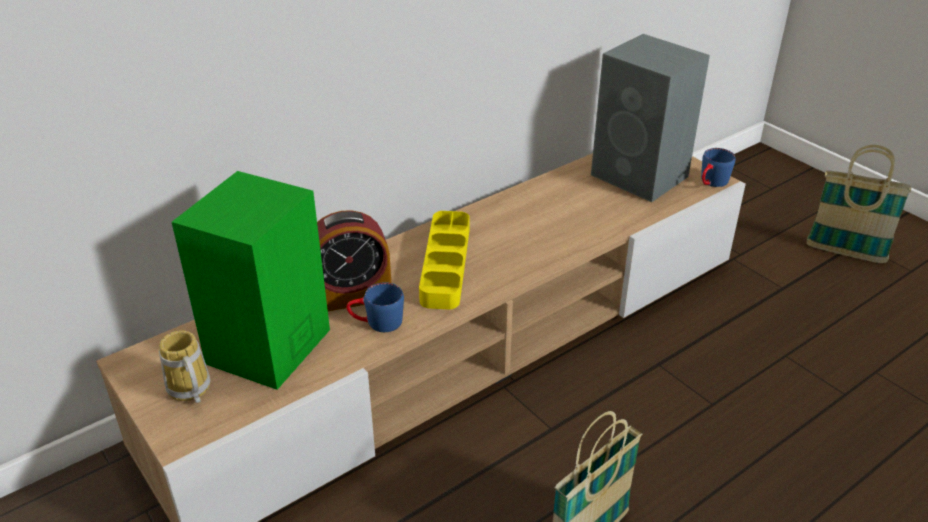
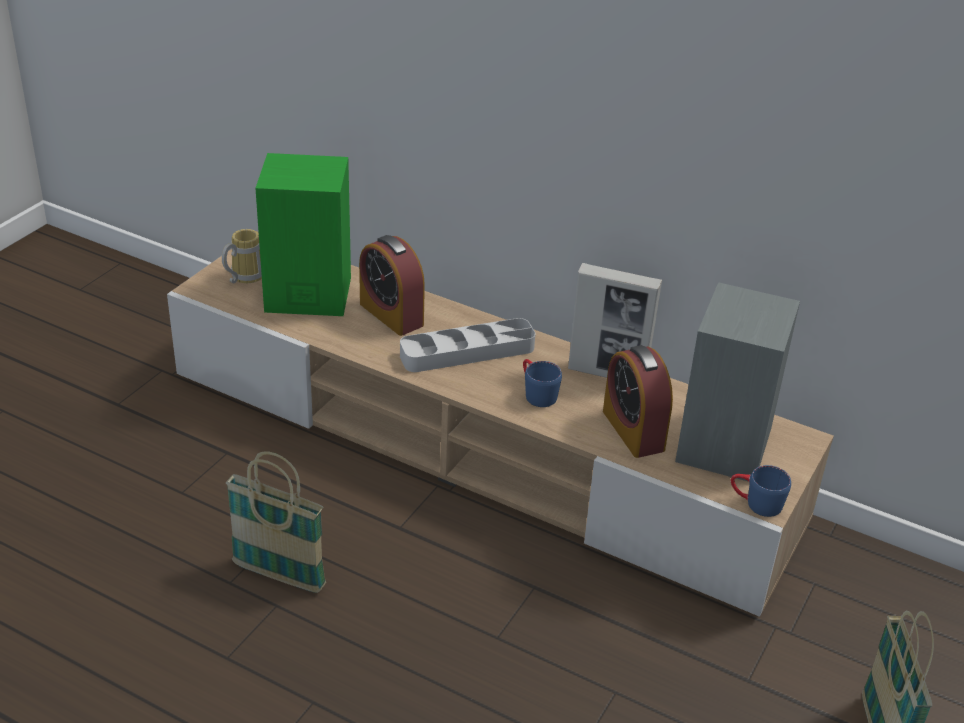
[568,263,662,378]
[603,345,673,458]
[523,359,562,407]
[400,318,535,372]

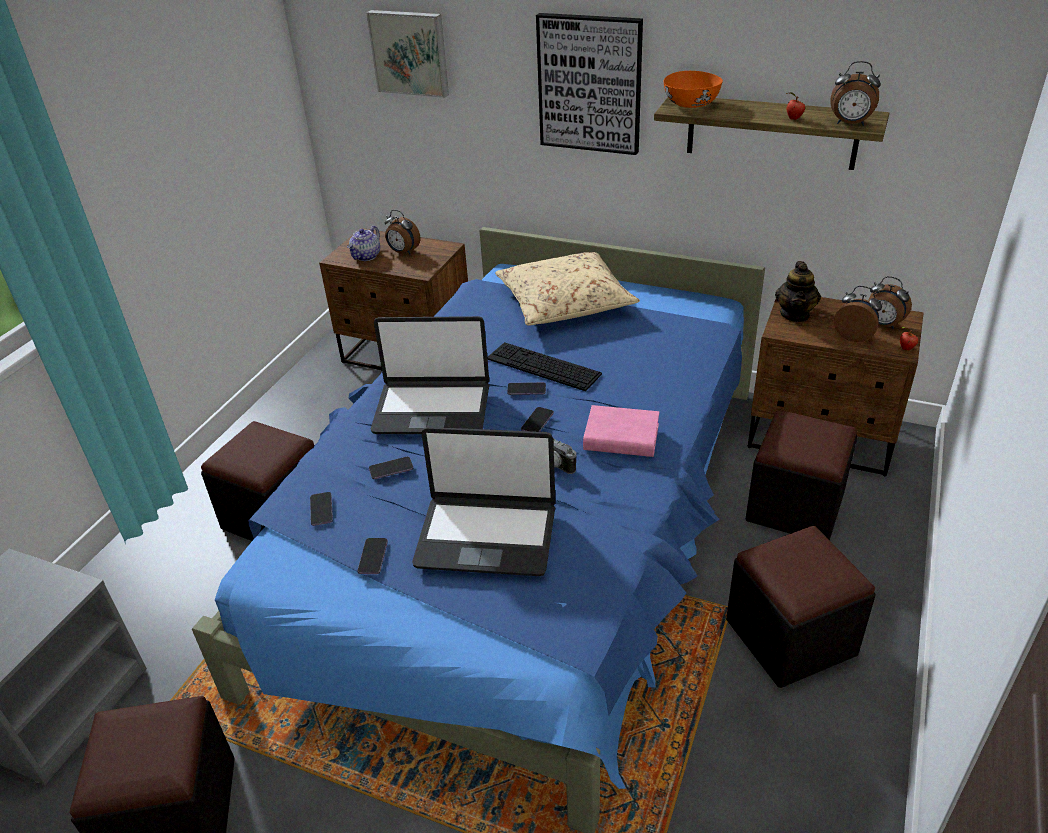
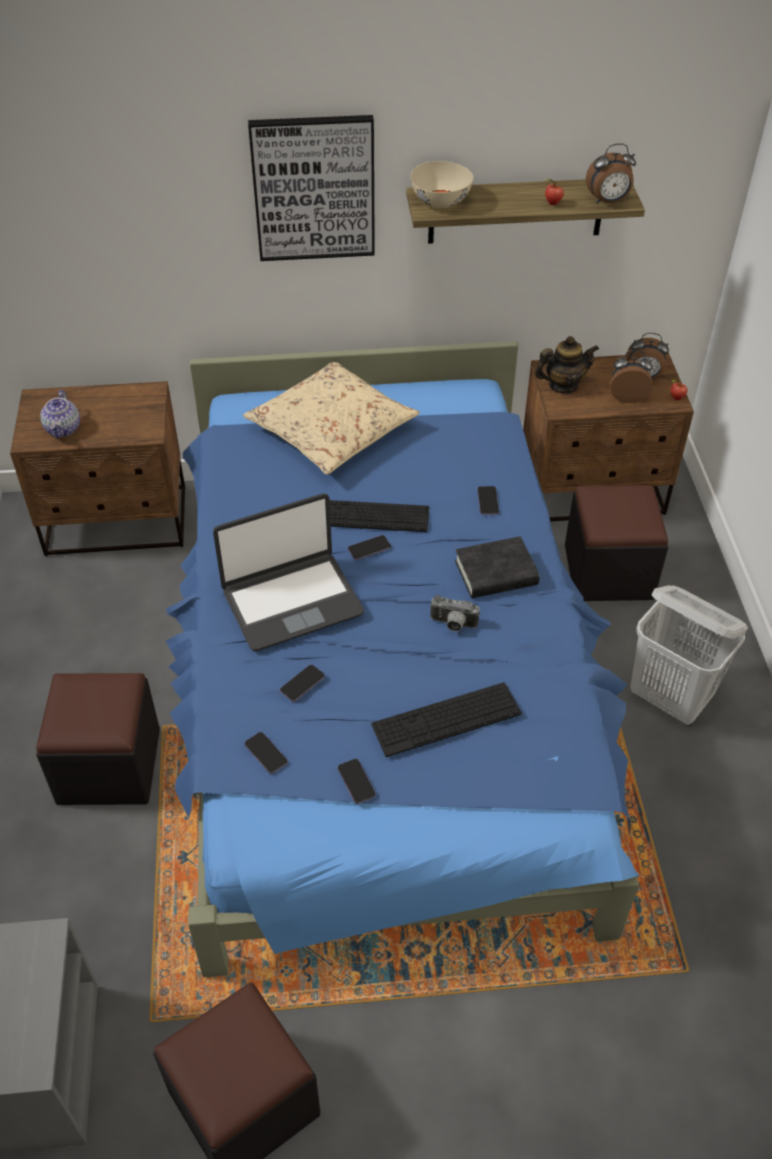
[366,10,449,98] (first image)
[385,210,420,254] (first image)
[477,486,499,515]
[371,682,522,757]
[630,585,748,726]
[455,536,540,598]
[411,161,473,208]
[534,336,599,394]

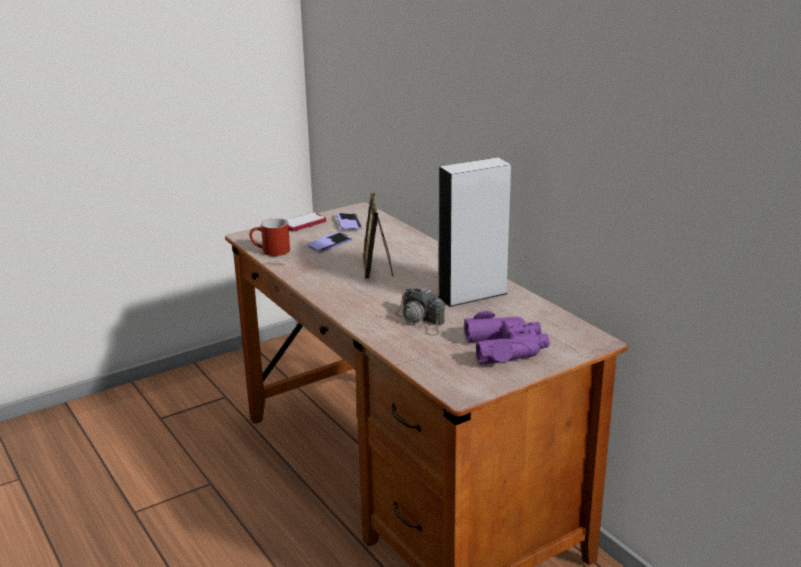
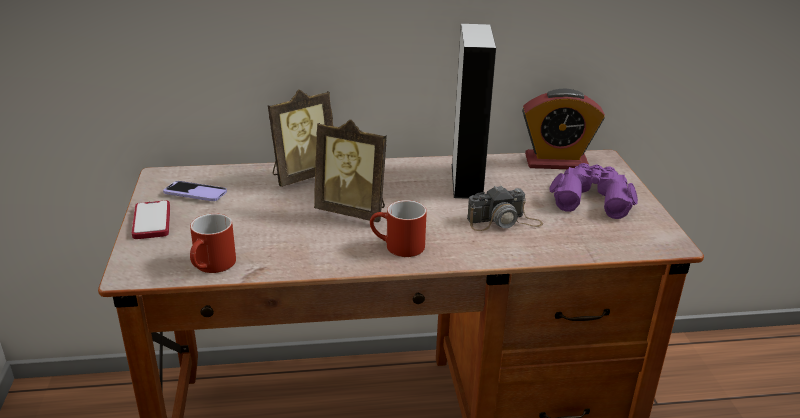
[307,232,352,253] (first image)
[268,89,333,187]
[370,200,427,257]
[522,88,605,169]

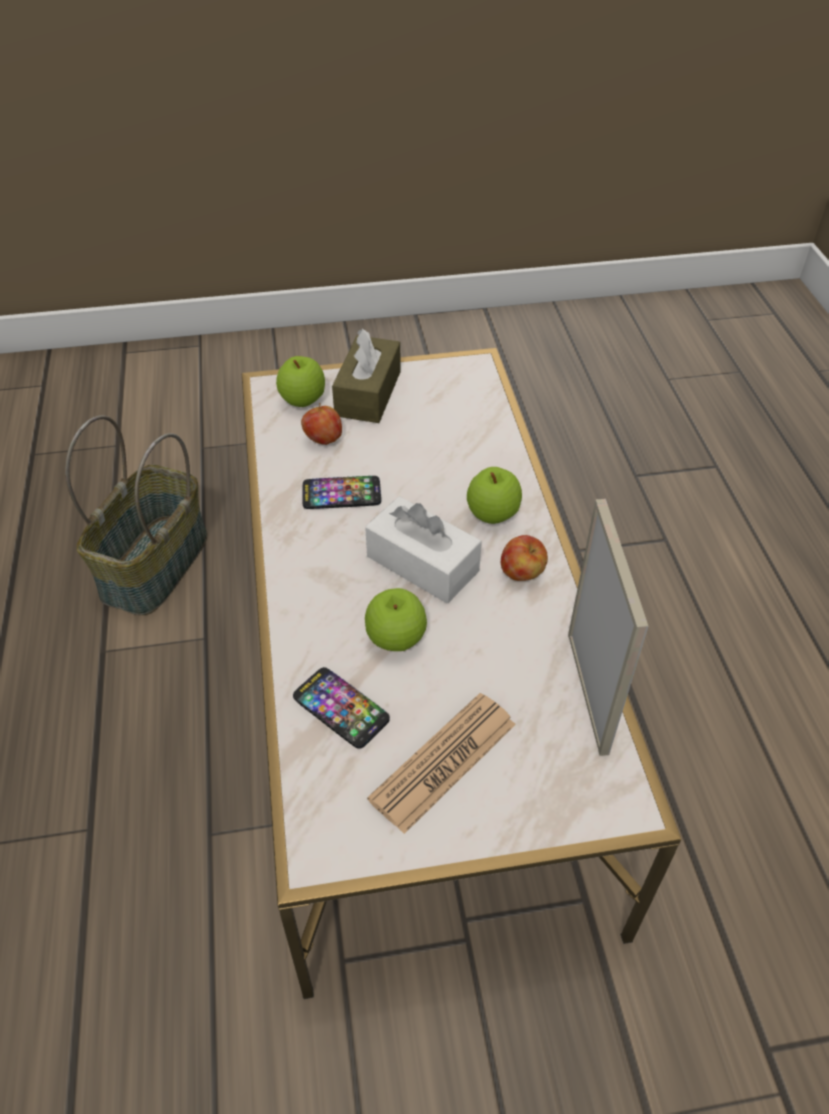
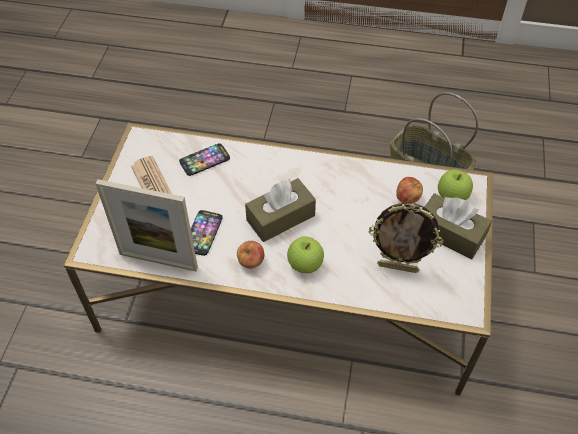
[365,588,427,651] (first image)
[369,202,443,273]
[191,210,223,256]
[245,178,316,242]

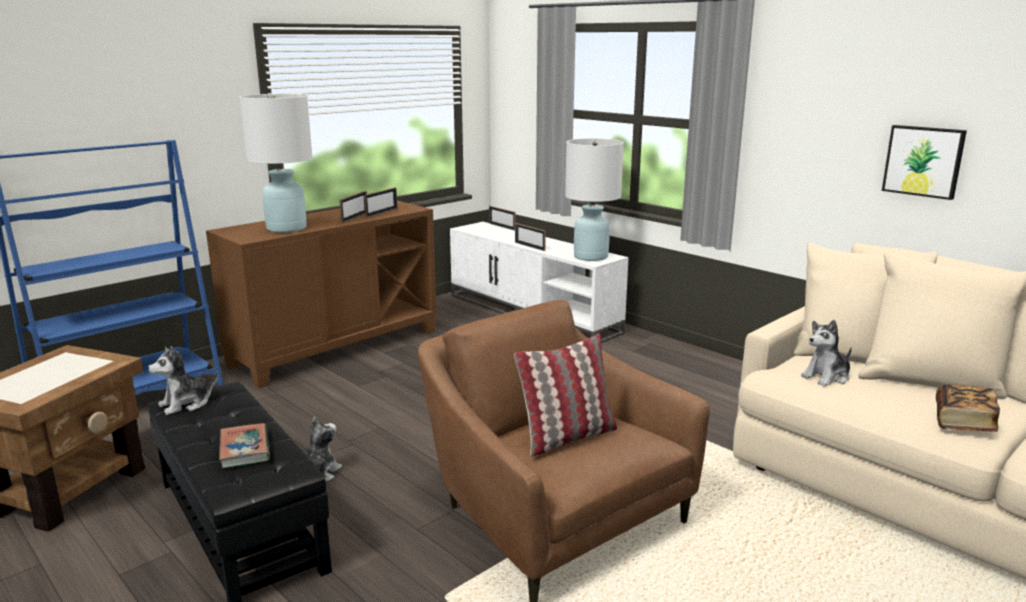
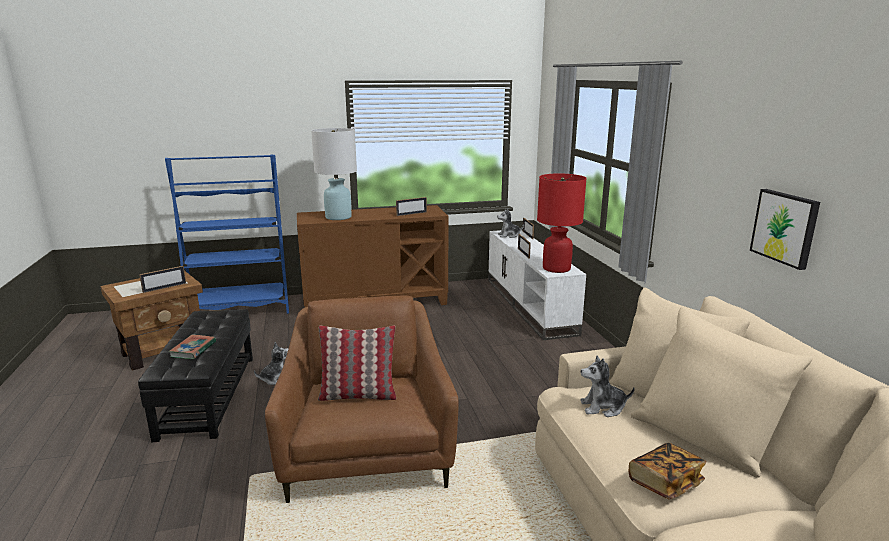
[497,208,524,238]
[139,266,186,293]
[537,173,587,273]

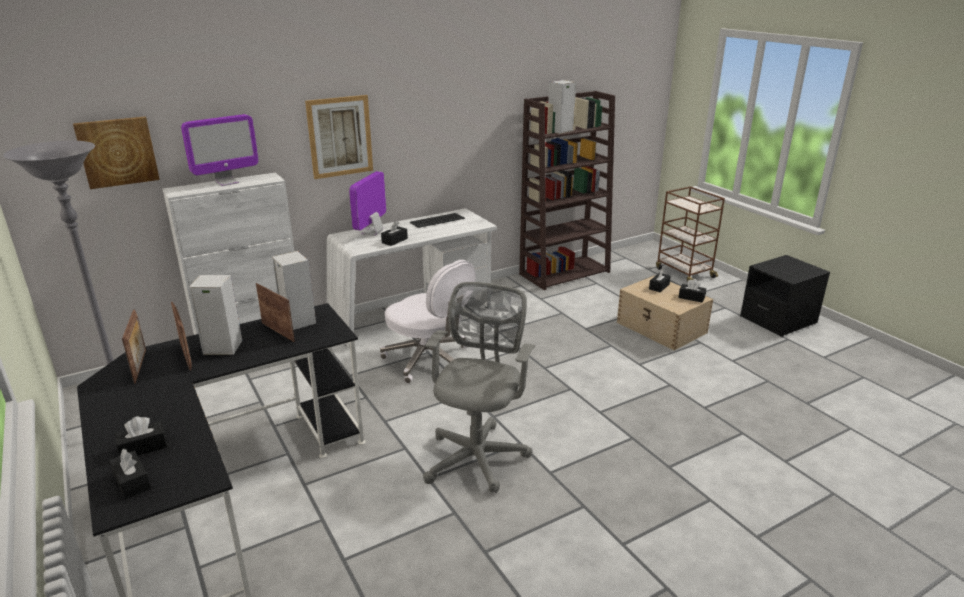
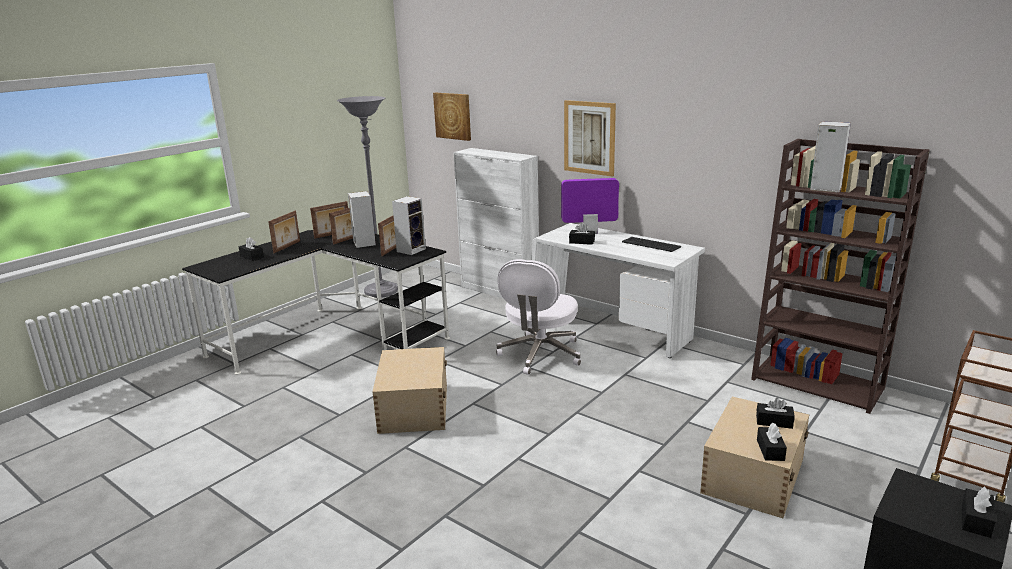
[181,114,259,186] (first image)
[268,211,300,253]
[962,487,996,538]
[372,347,447,434]

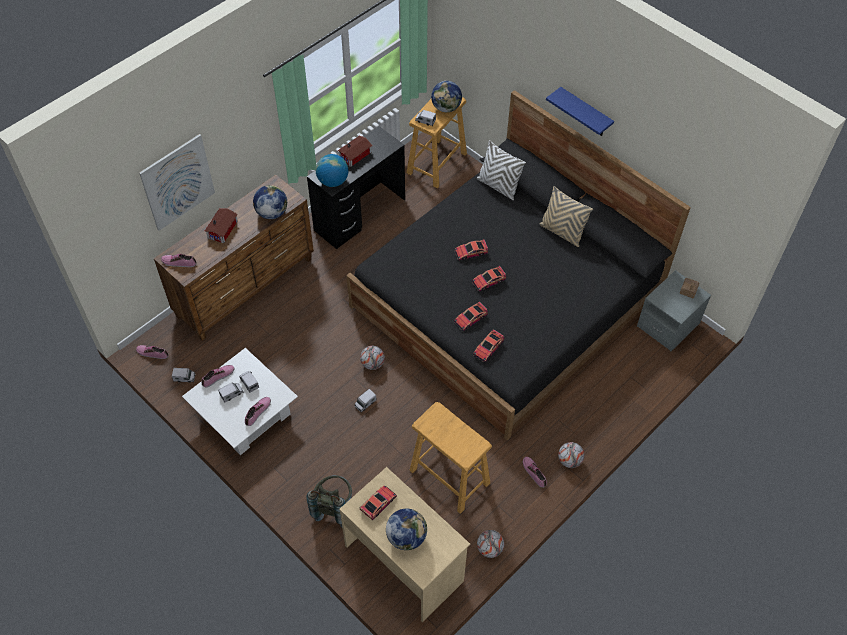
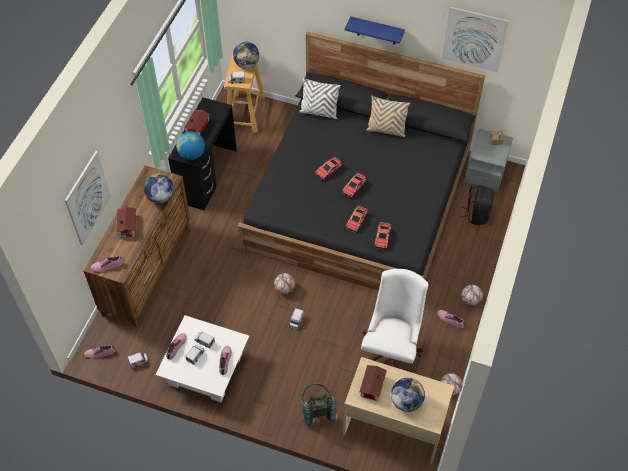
[442,7,509,72]
[460,184,494,225]
[359,365,387,401]
[361,269,428,368]

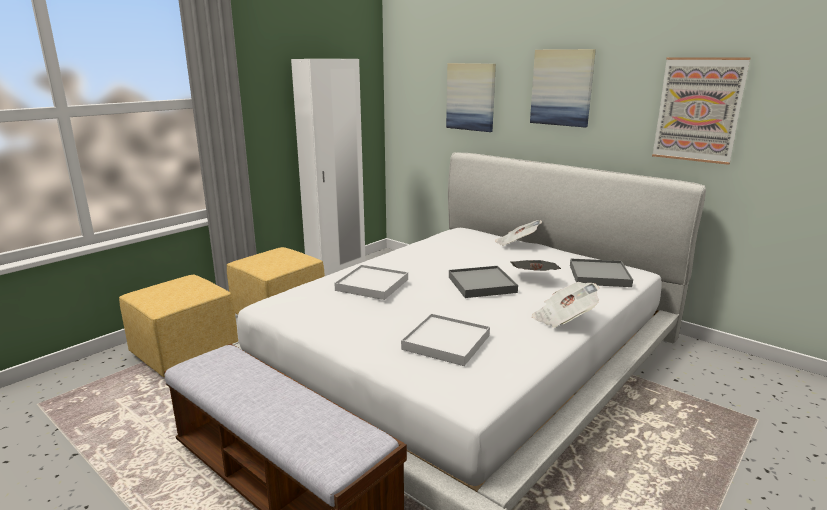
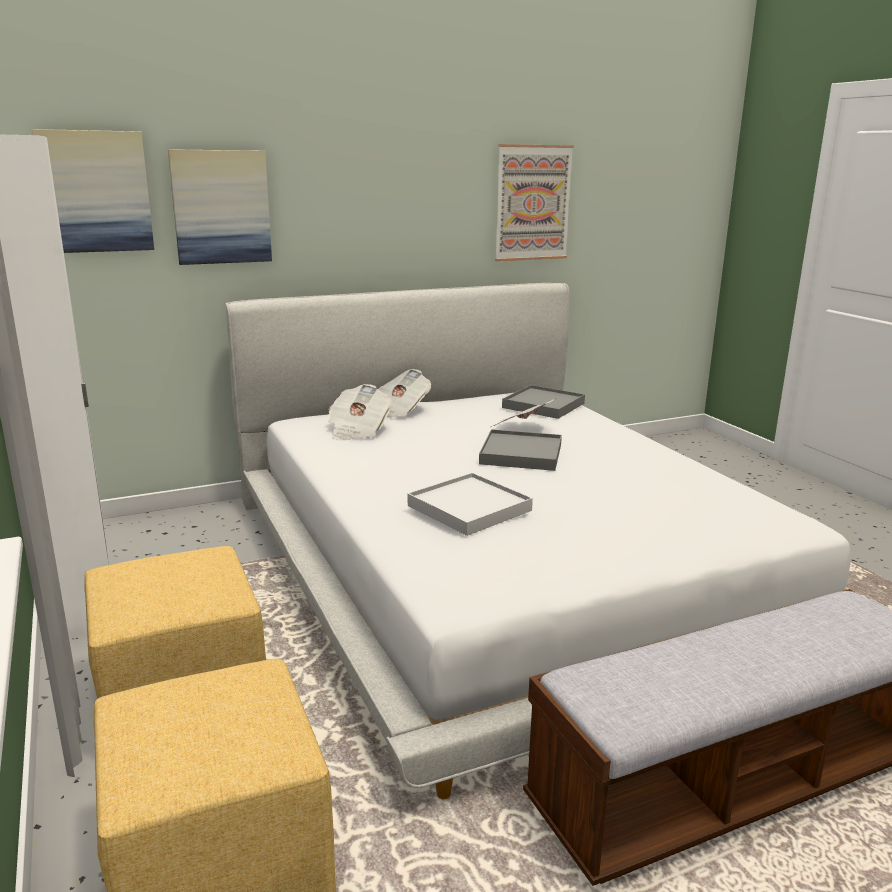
[401,313,490,366] (first image)
[32,129,154,253]
[328,384,393,441]

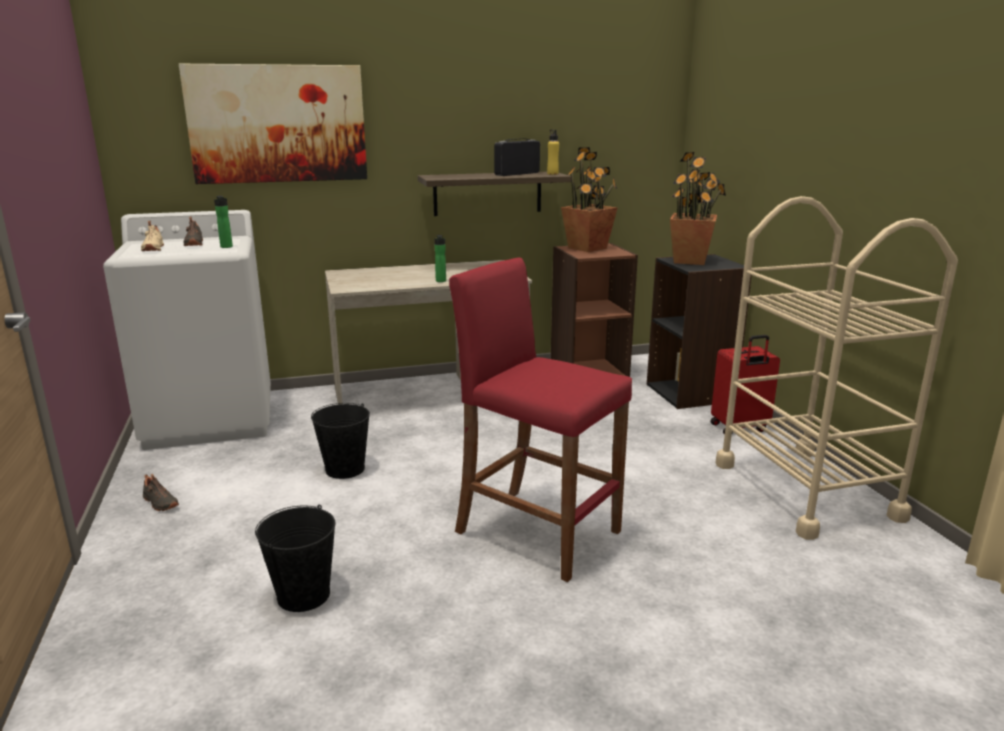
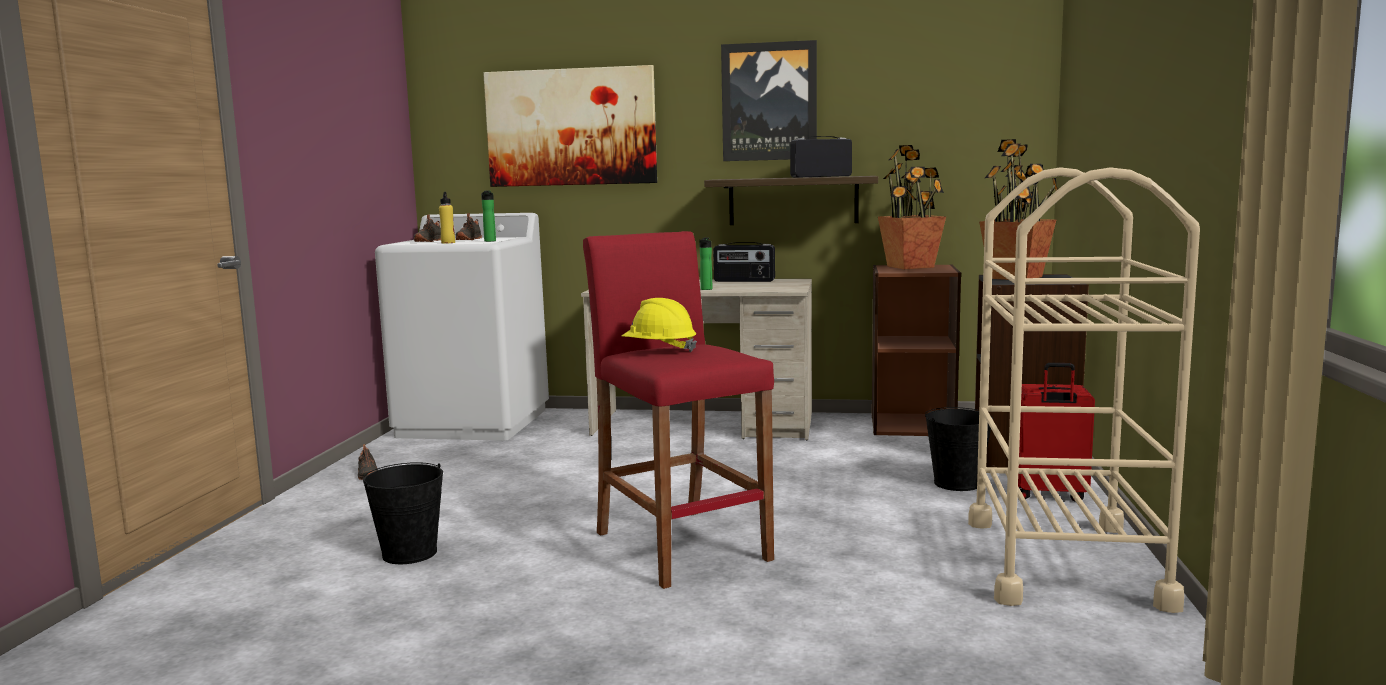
[621,298,697,352]
[713,242,775,282]
[721,40,817,161]
[925,407,993,491]
[439,192,455,244]
[414,214,441,242]

